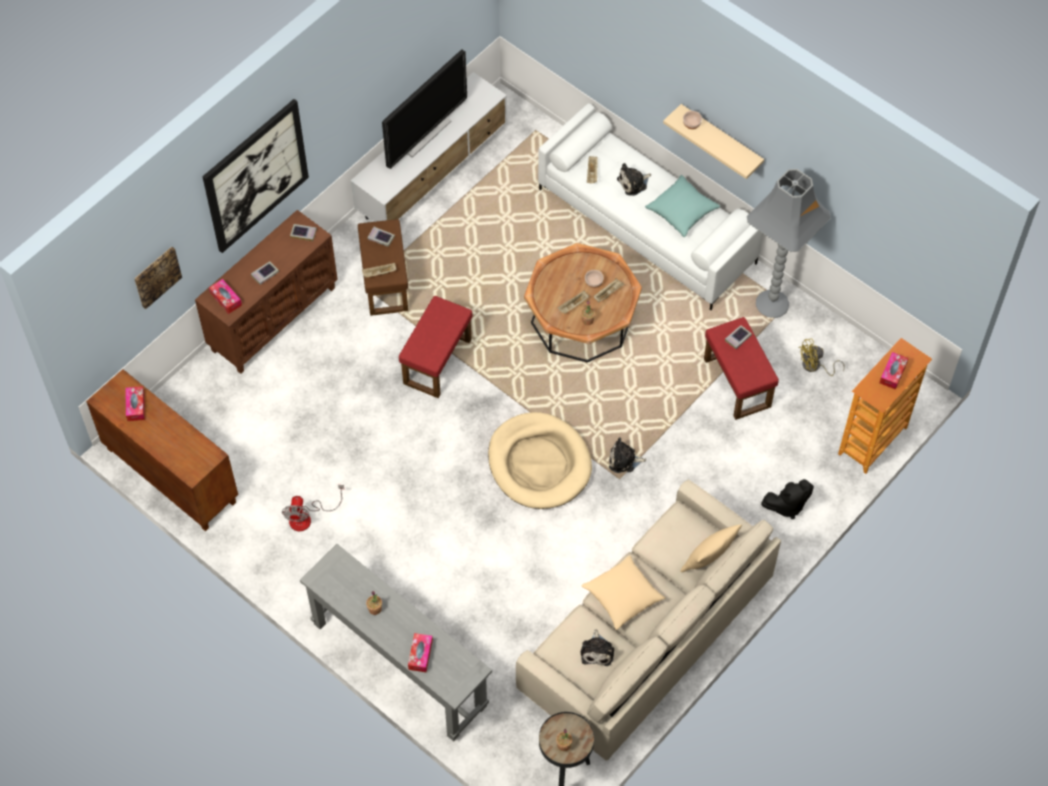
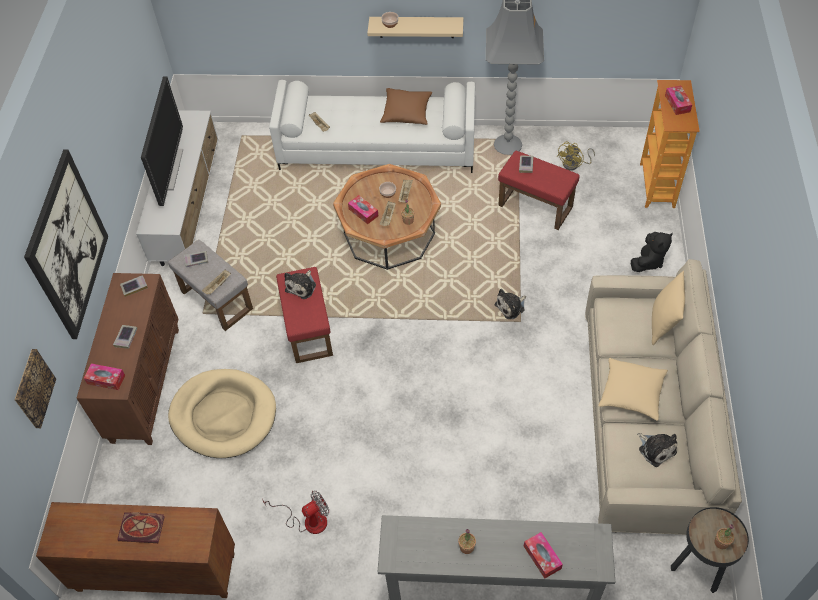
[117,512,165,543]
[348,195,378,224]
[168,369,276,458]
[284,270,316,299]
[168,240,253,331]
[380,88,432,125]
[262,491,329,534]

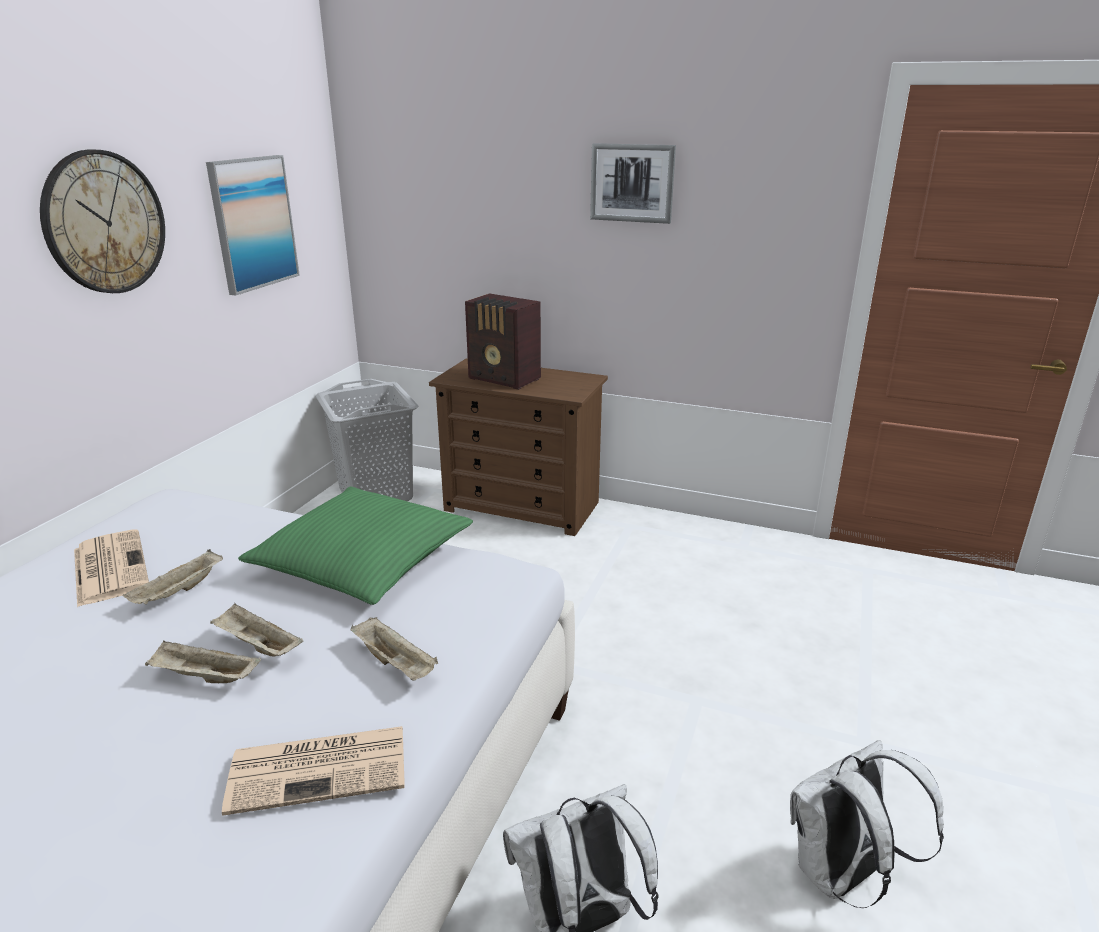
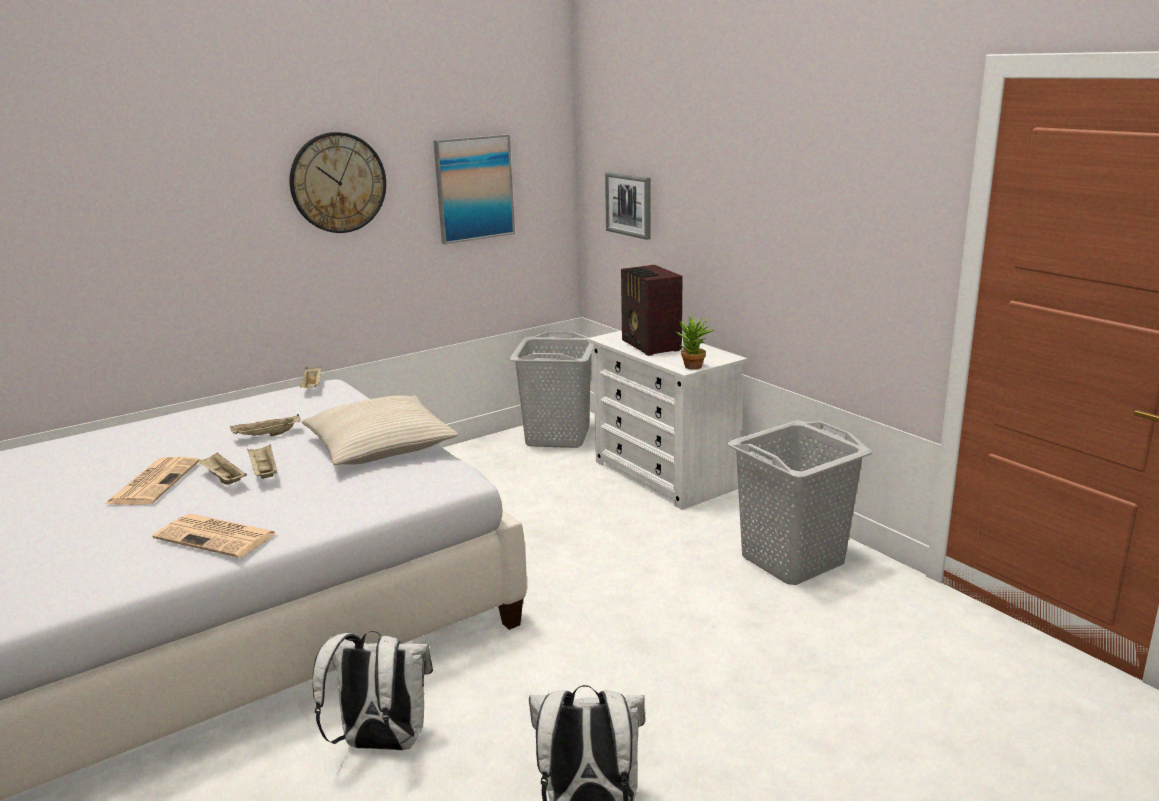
[676,315,714,370]
[727,420,872,585]
[105,457,199,505]
[300,367,321,388]
[605,172,651,240]
[302,396,458,465]
[587,330,747,510]

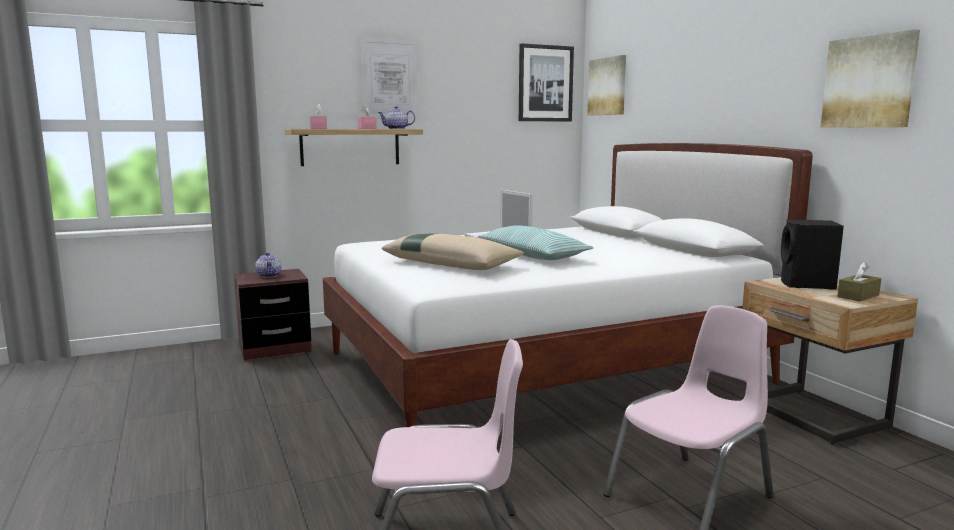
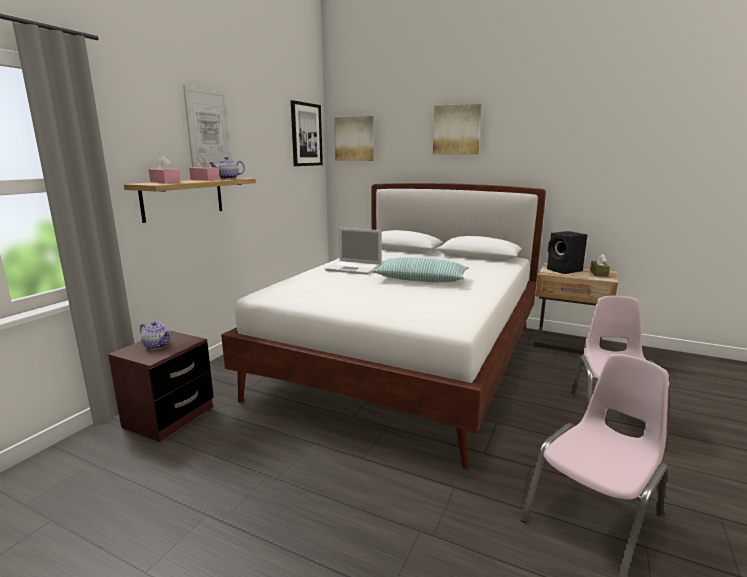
[382,234,524,270] (first image)
[433,104,482,154]

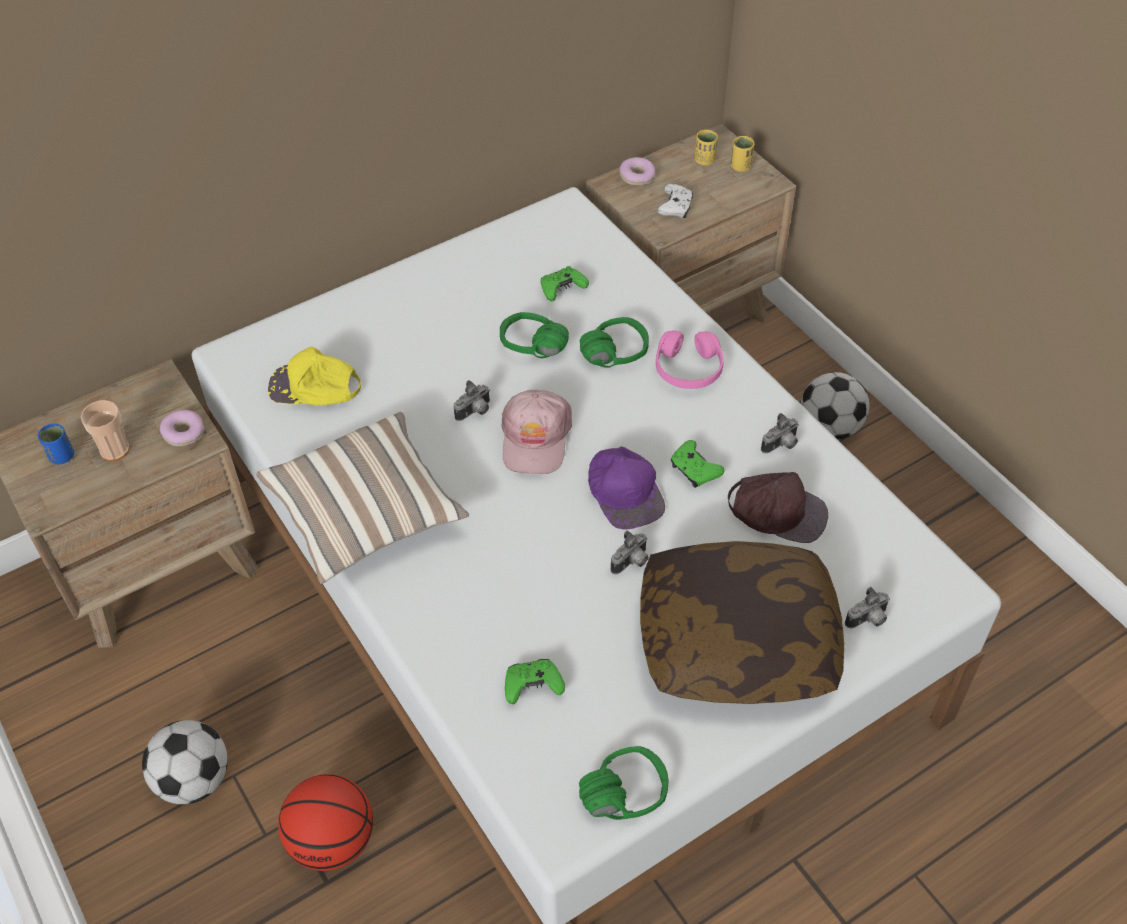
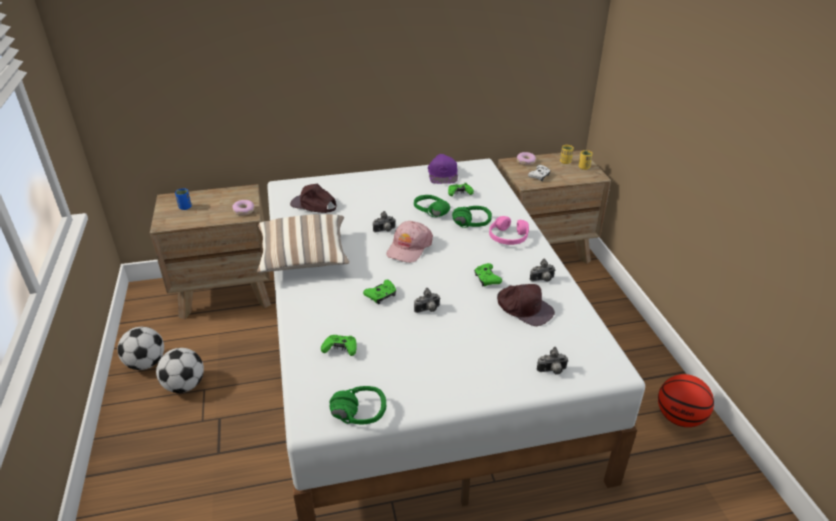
[81,400,130,461] (first image)
[640,541,844,704] (first image)
[363,280,396,304]
[658,374,714,427]
[428,154,458,184]
[117,327,164,370]
[290,184,336,213]

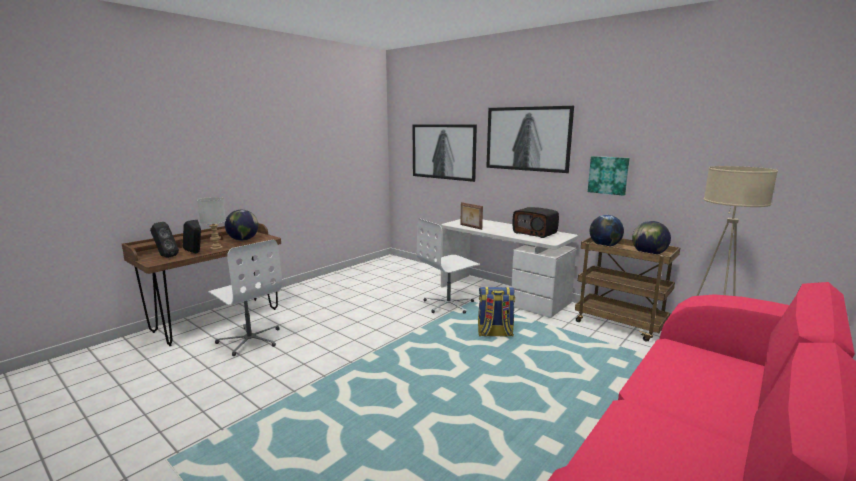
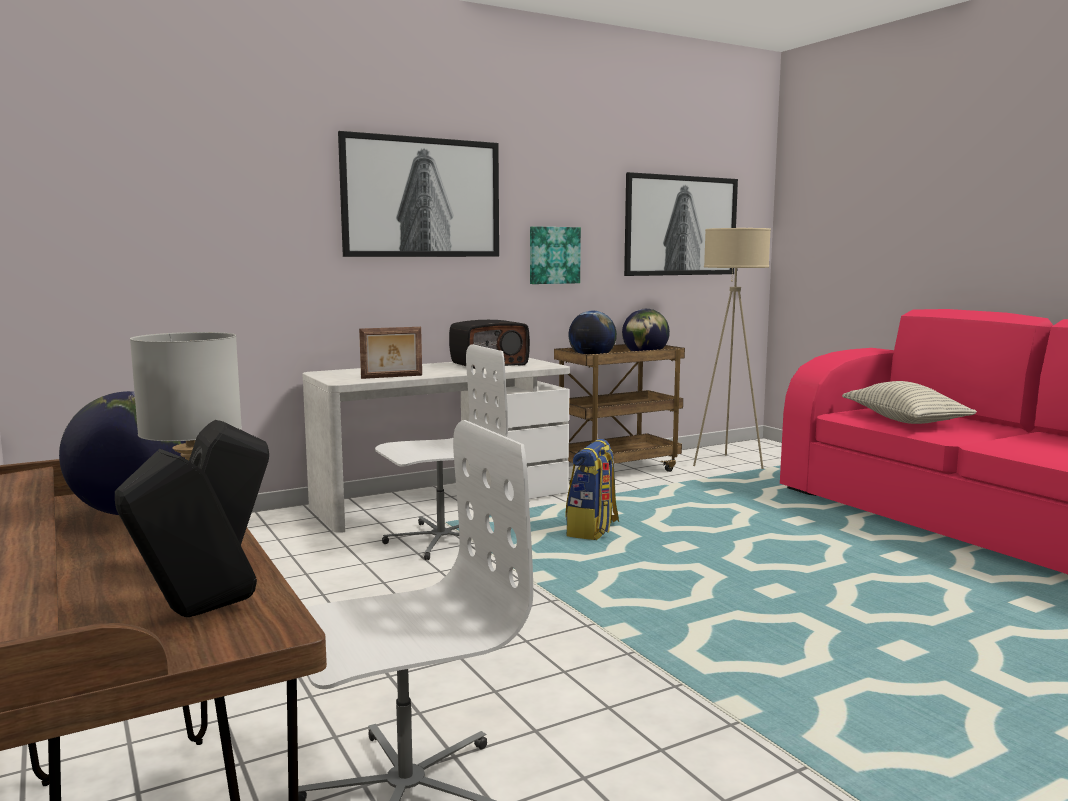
[842,381,977,424]
[624,172,738,276]
[375,344,508,560]

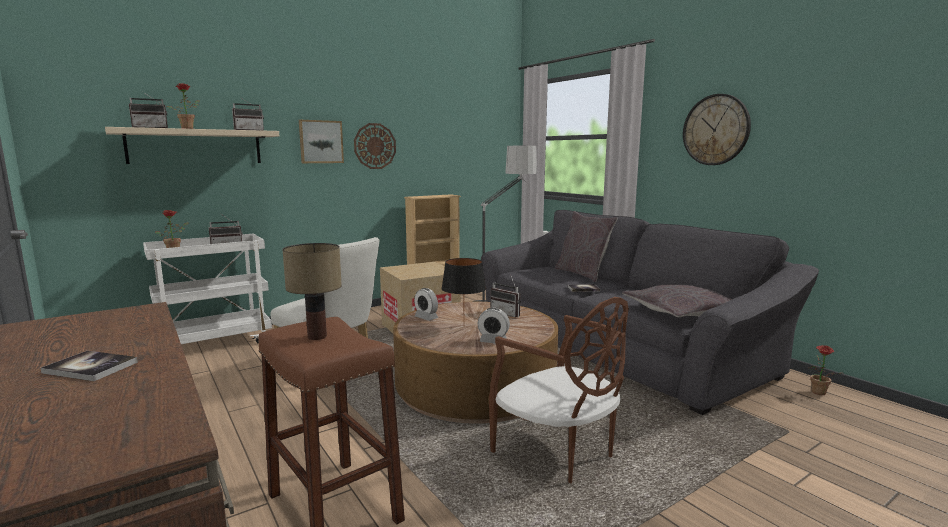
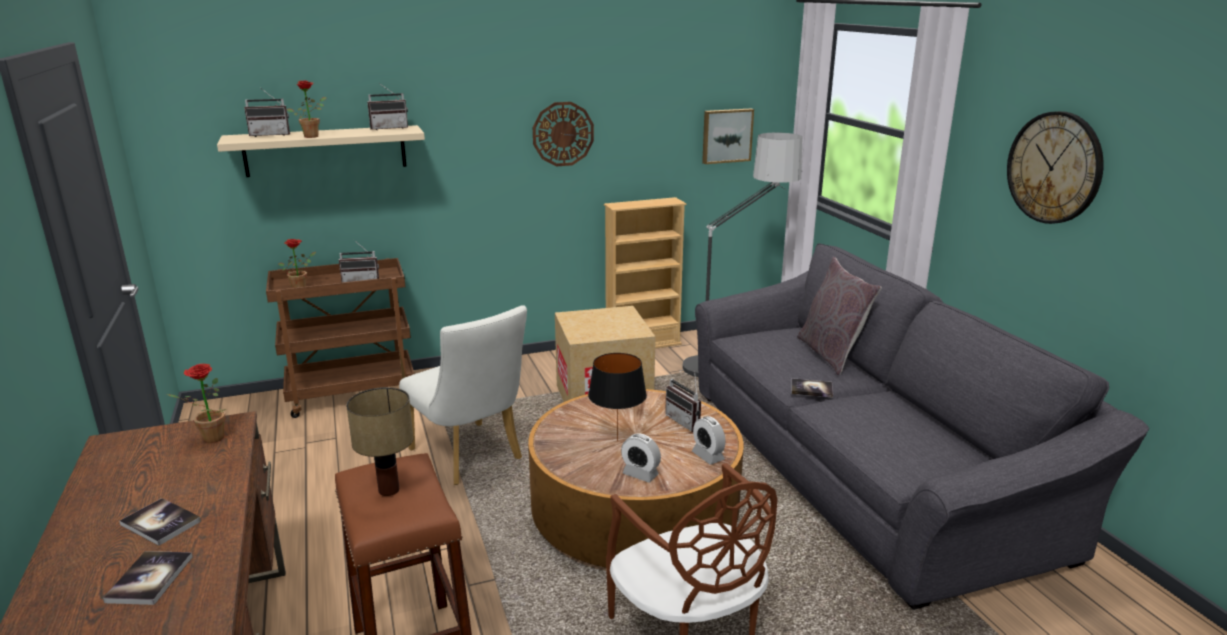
[622,284,732,317] (first image)
[103,551,193,605]
[702,109,754,164]
[692,416,726,465]
[167,364,226,443]
[266,258,414,418]

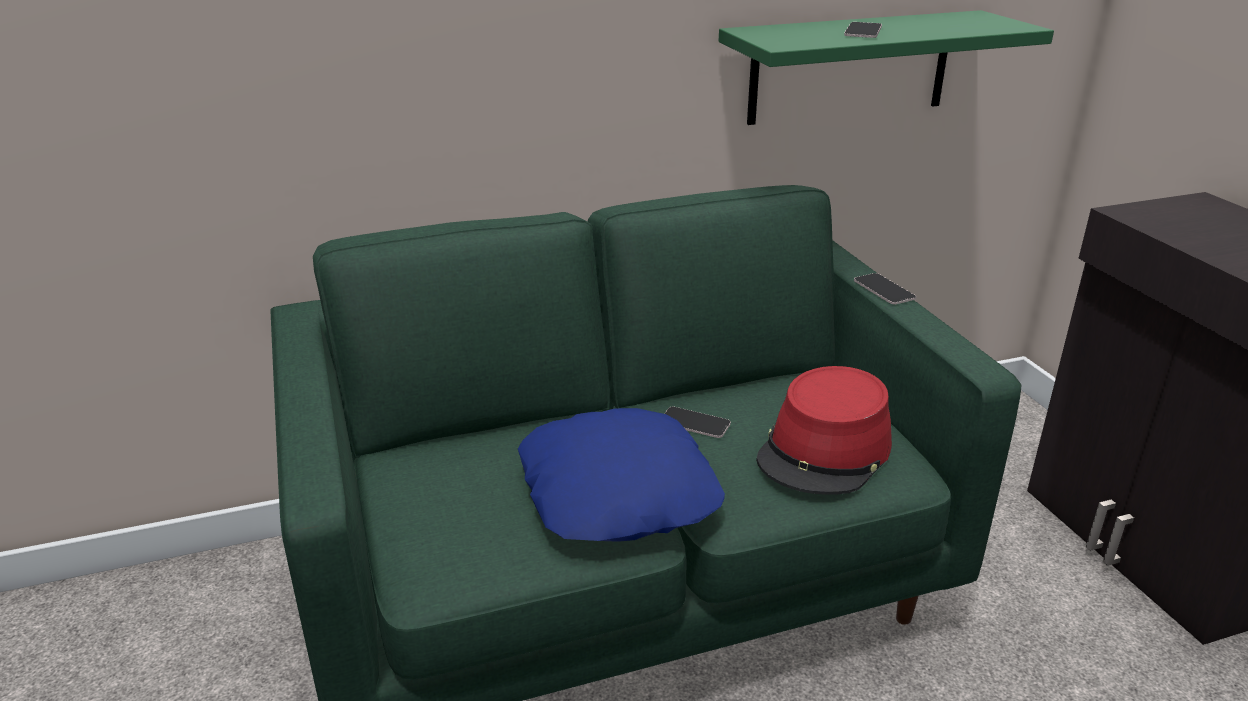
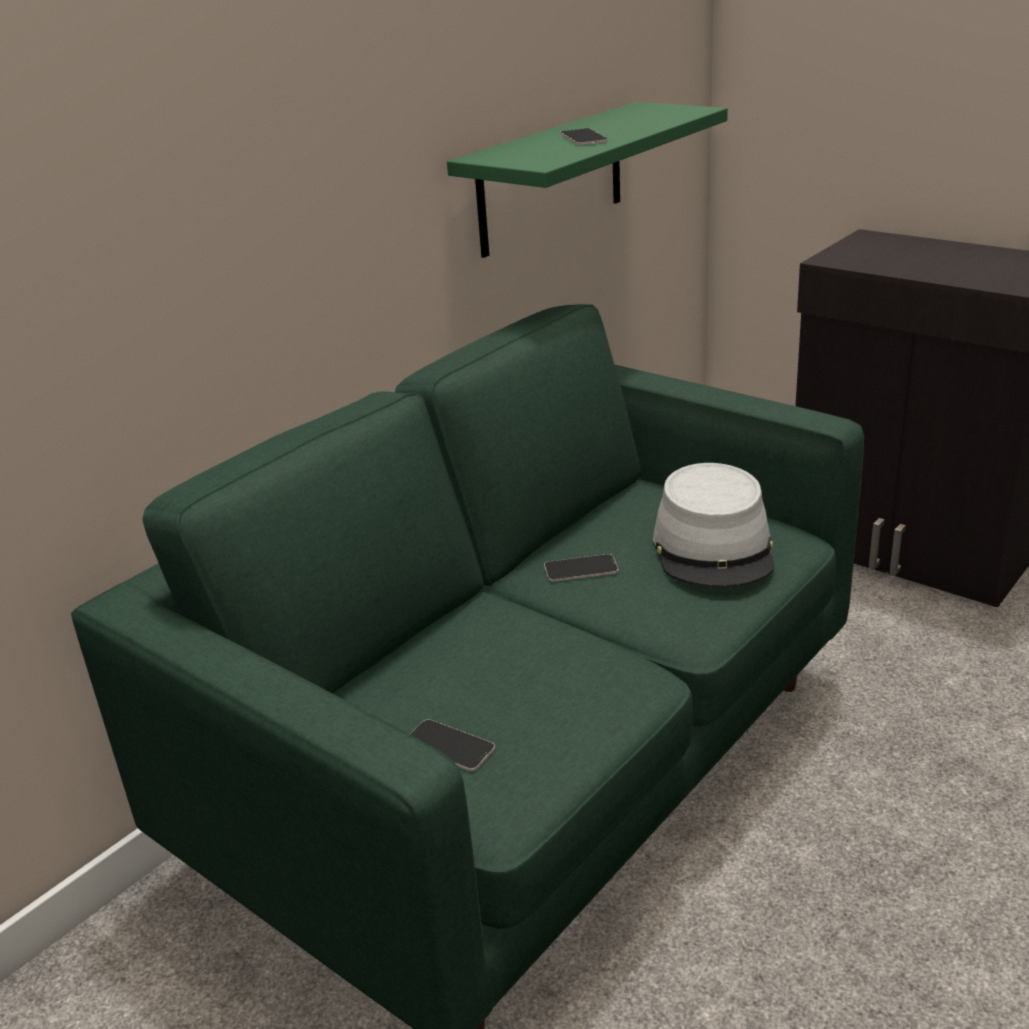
[518,408,725,542] (first image)
[410,719,495,771]
[653,463,775,588]

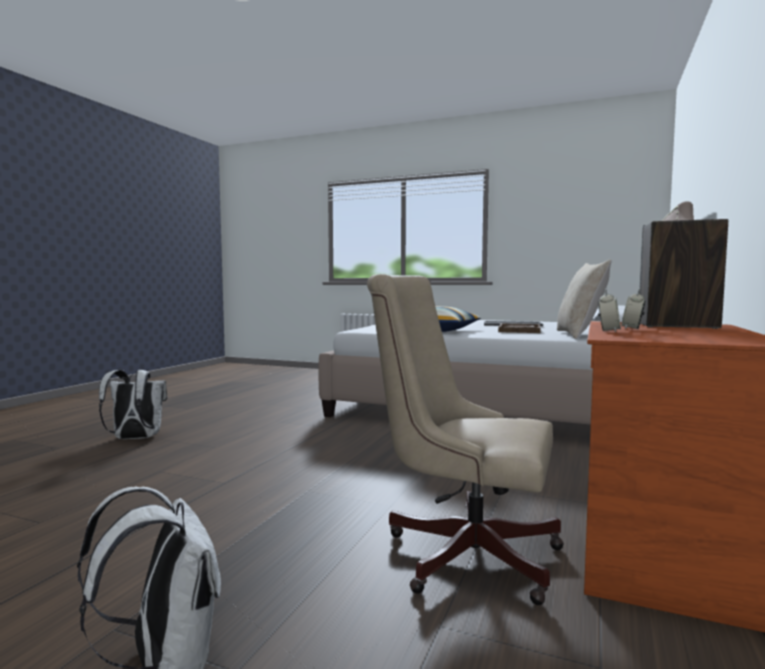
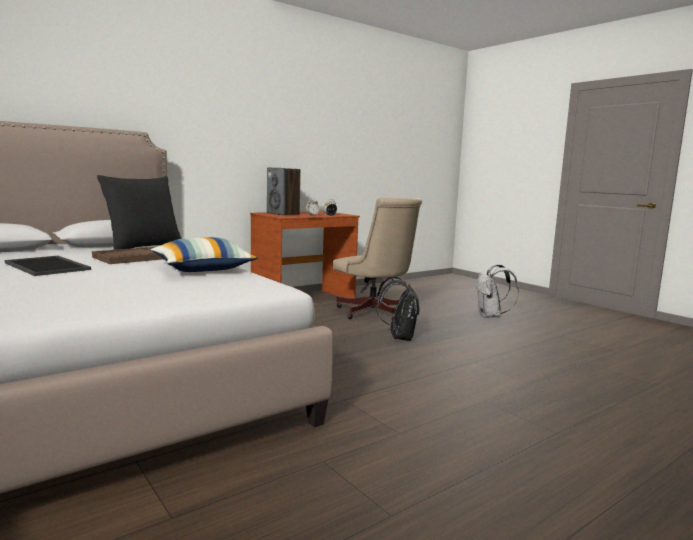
[99,370,167,439] (first image)
[375,276,420,341]
[97,175,182,250]

